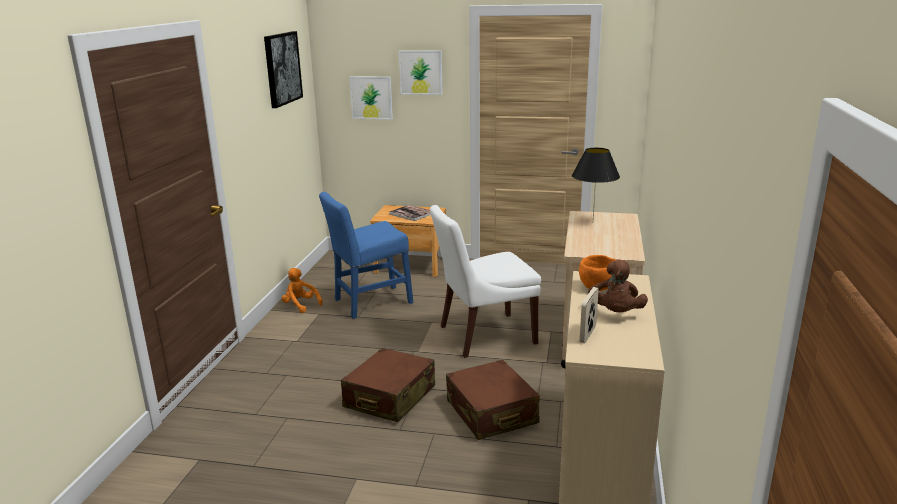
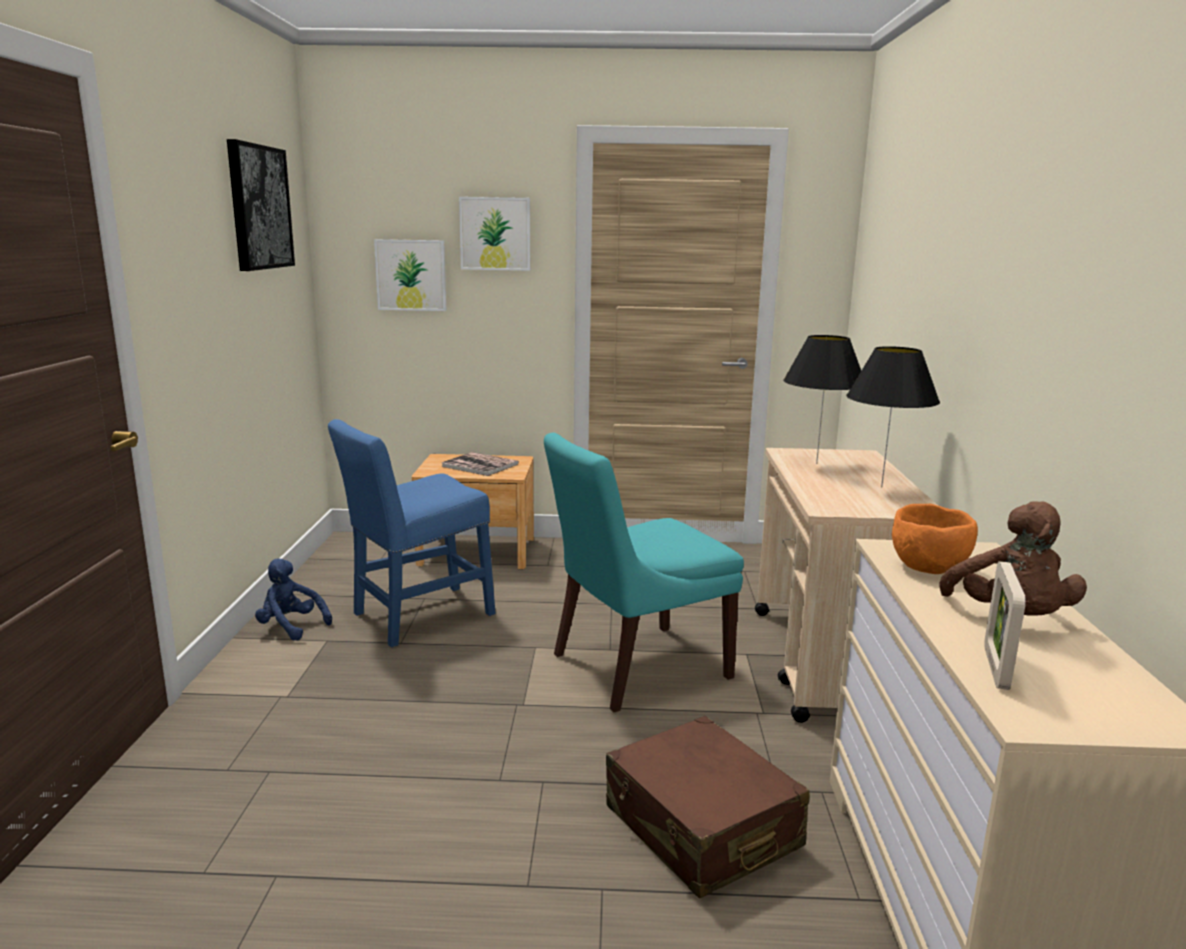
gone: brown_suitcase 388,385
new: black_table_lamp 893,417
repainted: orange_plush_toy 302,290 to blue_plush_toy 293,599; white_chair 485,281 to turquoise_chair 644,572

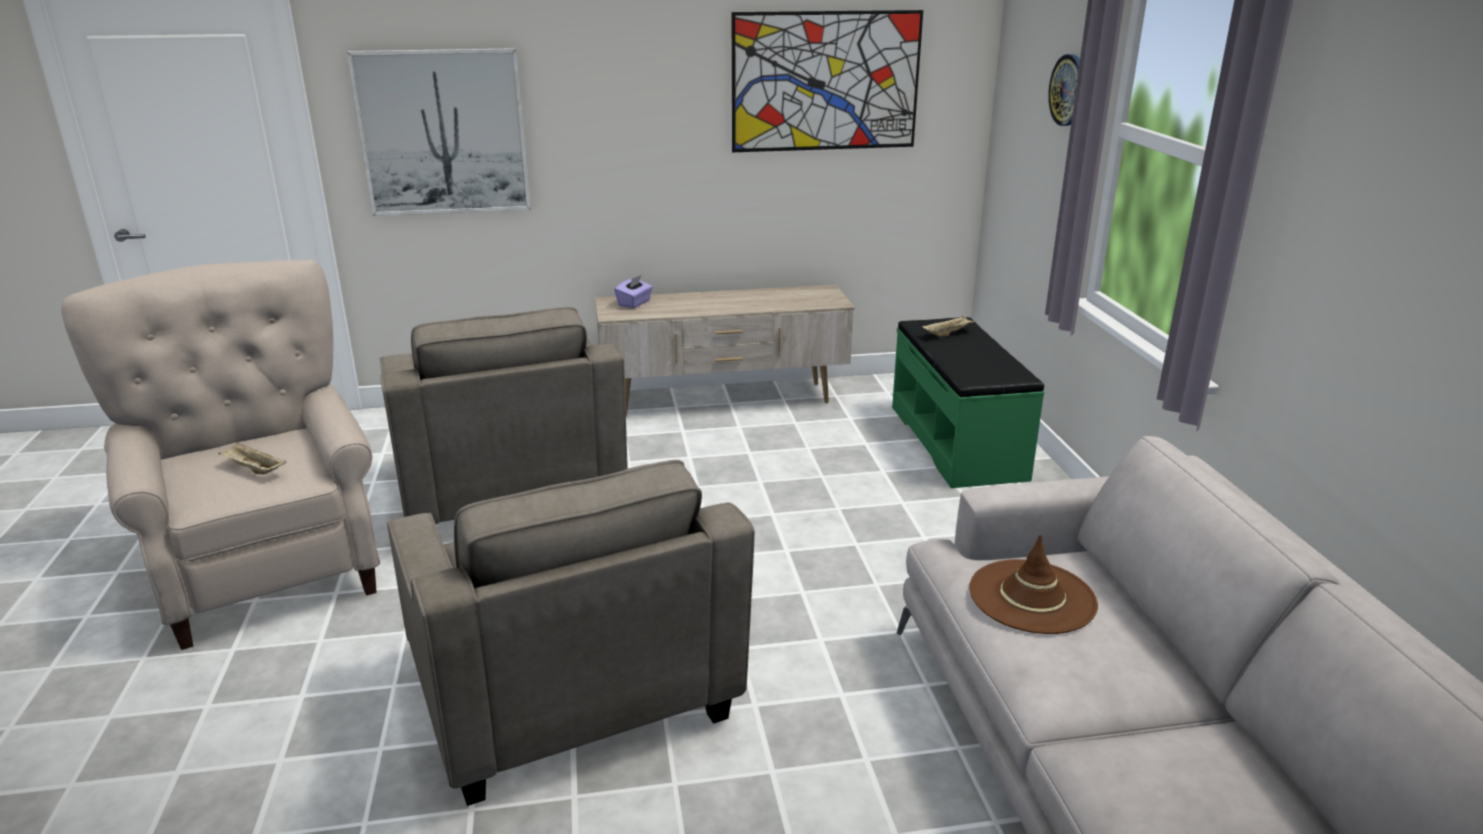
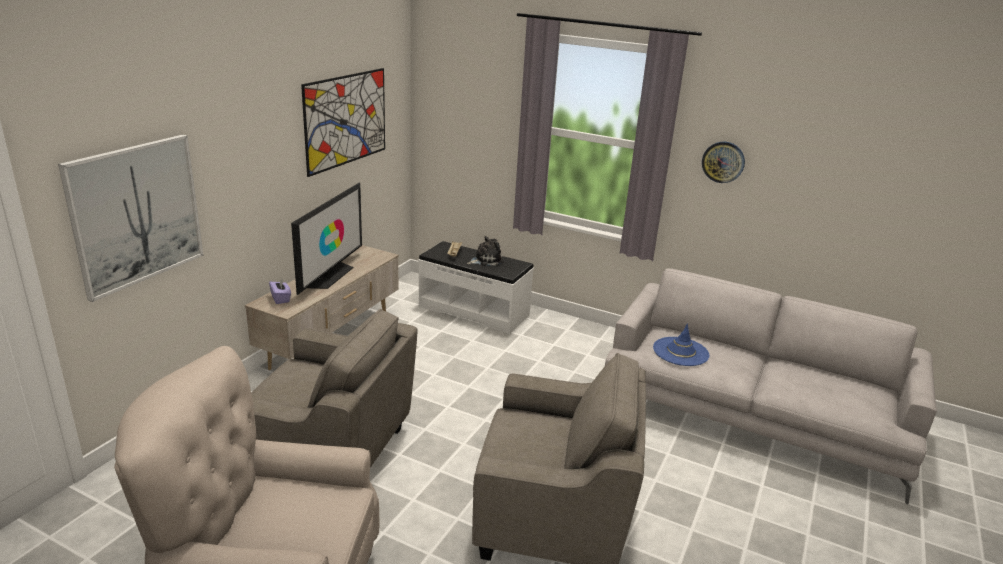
gone: beige_tray 253,458
new: television 326,239; plush_toy 485,251
shifted: wall_clock 1064,90 to 723,162
repainted: green_bench 968,402 to white_bench 476,287; brown_hat 1033,584 to blue_hat 681,344

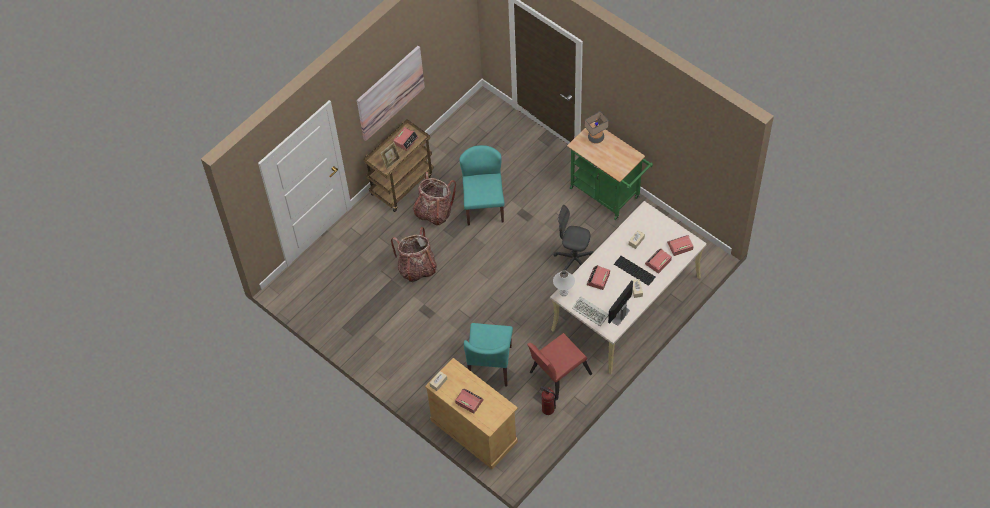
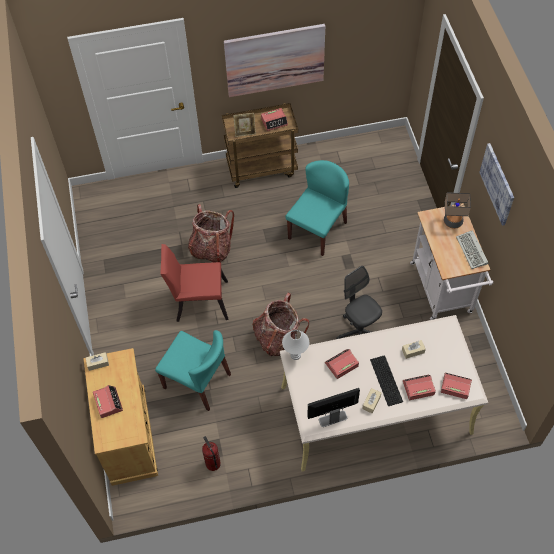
new: picture 496,184
shifted: backpack 434,198 to 280,324; red_chair 559,367 to 194,283; keyboard 590,311 to 472,249
repainted: green_cart 610,171 to white_cart 451,261
rotated: turquoise_chair 488,354 = 193,370 105 degrees counterclockwise

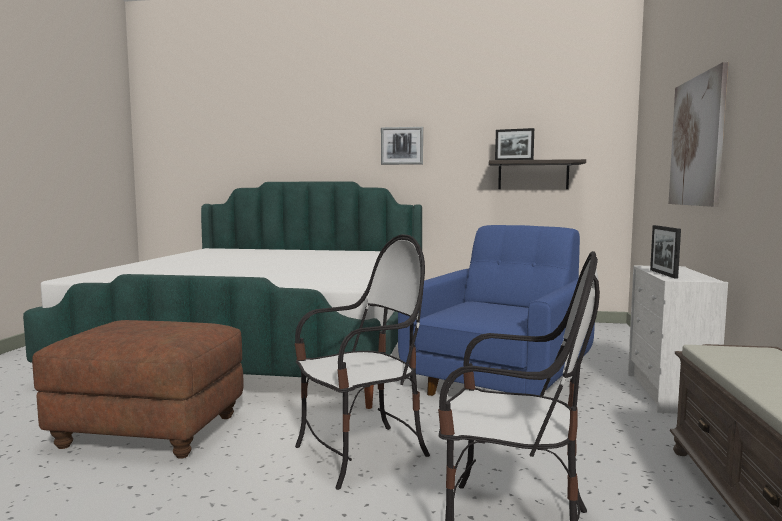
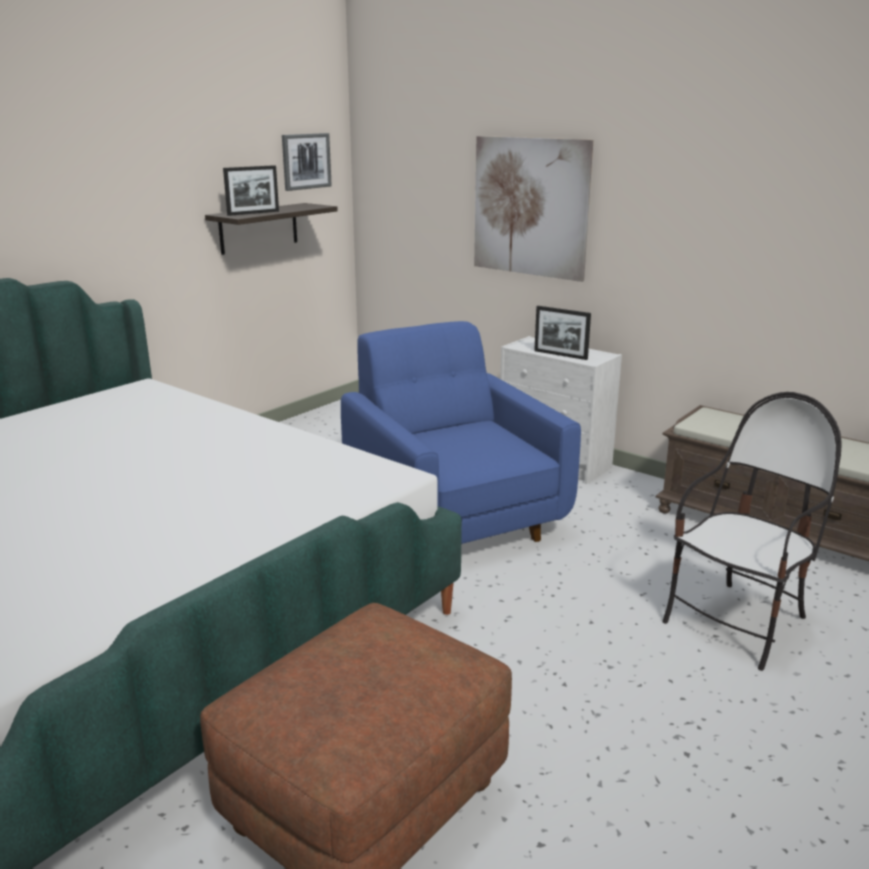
gone: chair 362,362
shifted: picture 402,146 to 307,162

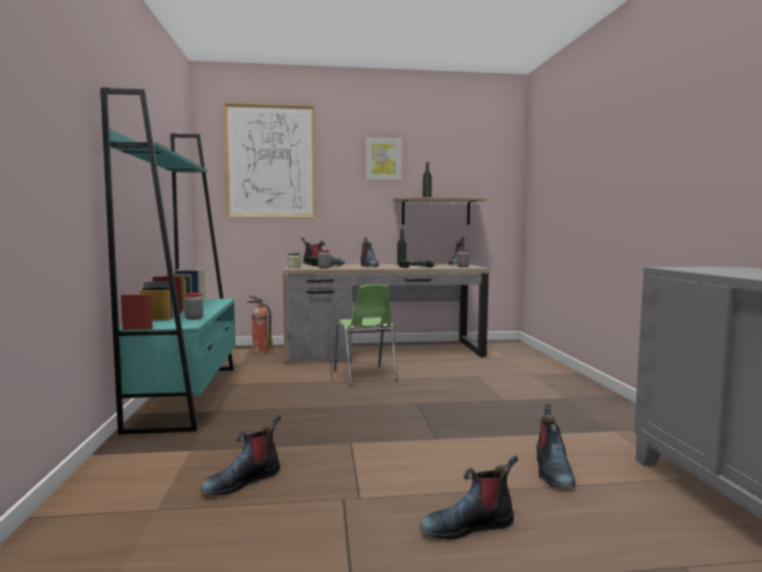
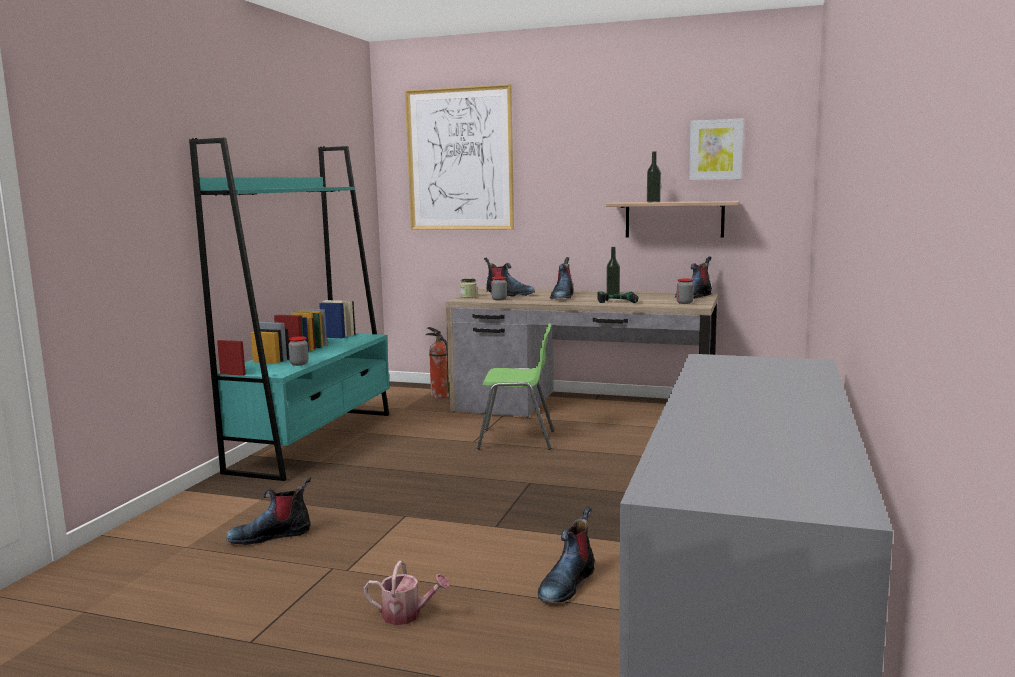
shifted: picture 384,159 to 716,149
swapped: boot 469,498 to watering_can 407,593
rotated: green_chair 366,335 = 515,386 90 degrees counterclockwise

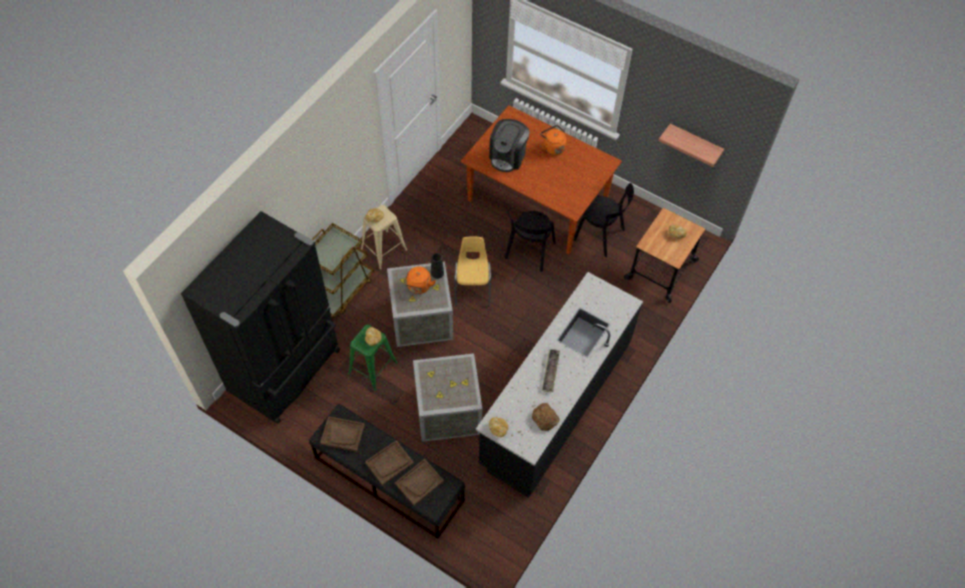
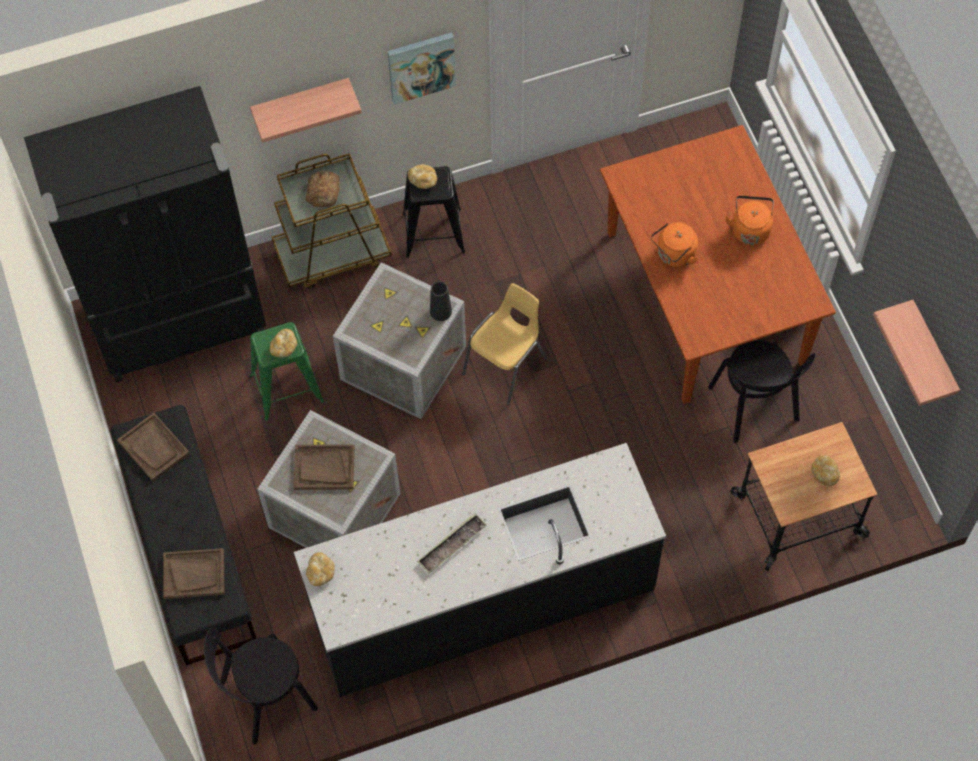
gone: coffee_machine 509,145
new: shelf 306,110; picture 422,68
shifted: brown_tray 389,463 to 324,467; orange_kettle 420,280 to 674,244; black_chair 530,241 to 261,686; bread 546,417 to 323,189
repainted: beige_stool 384,237 to black_stool 433,212

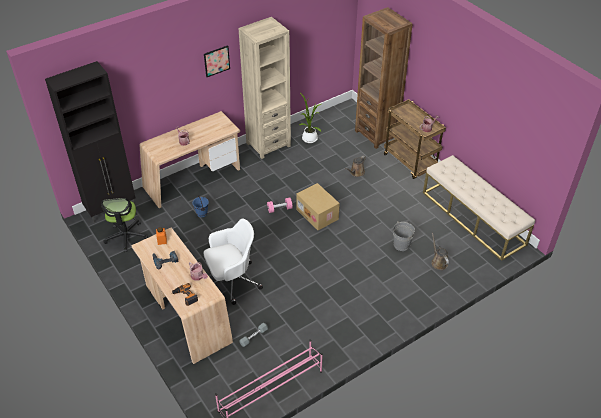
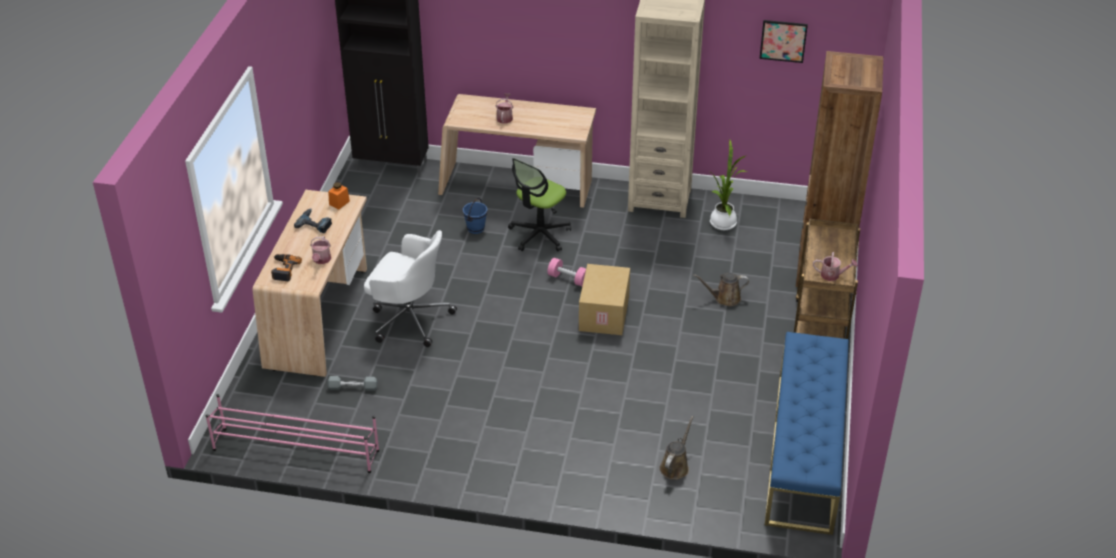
gone: grey_bucket 404,236
shifted: office_chair 124,225 to 539,204; picture 217,61 to 783,41
repainted: beige_bench 479,208 to blue_bench 807,433

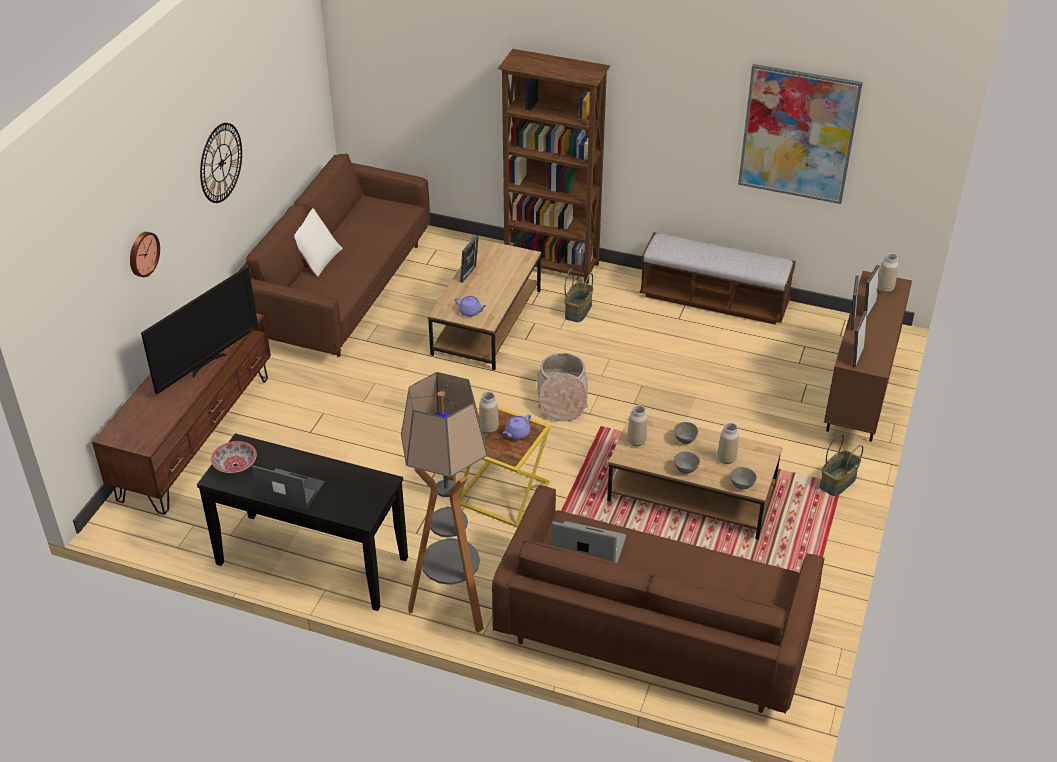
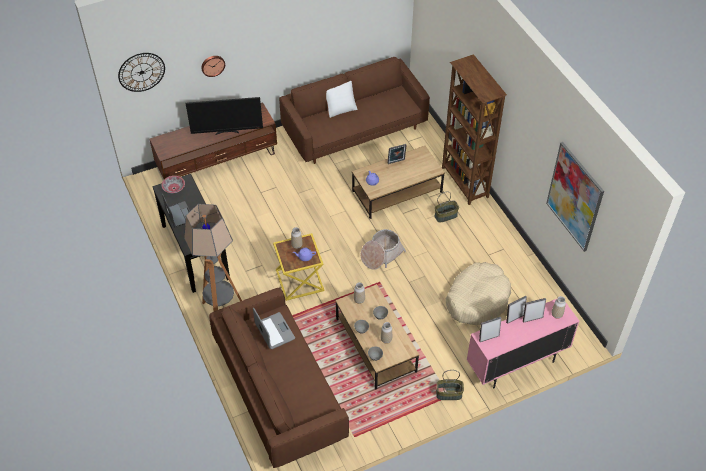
gone: bench 718,278
new: beige_dog_bed 478,293
shifted: wall_clock 221,163 to 141,72
repainted: brown_cabinet 868,356 to pink_cabinet 523,343

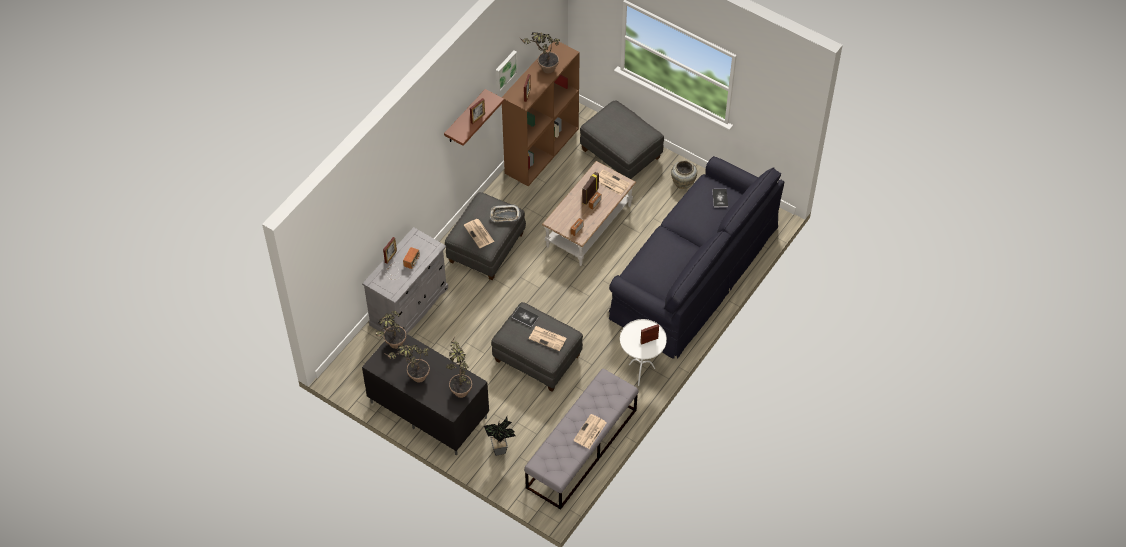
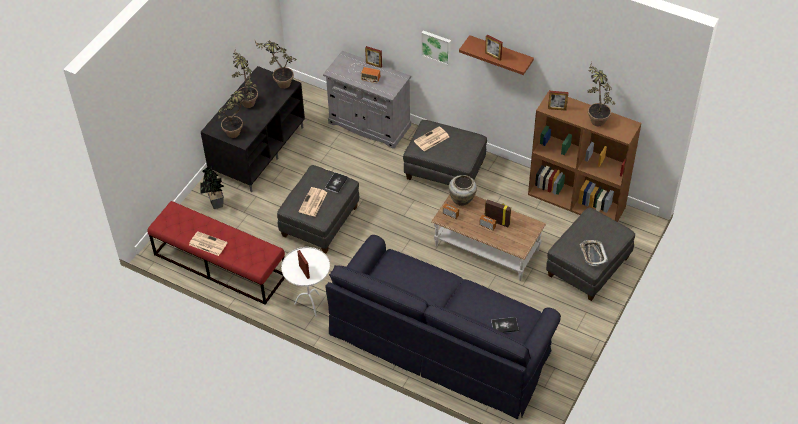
gone: newspaper 614,182
shifted: tray 505,213 to 594,253; picture 507,71 to 436,48; beige_vase 684,175 to 463,190
repainted: grey_bench 581,439 to red_bench 216,253

